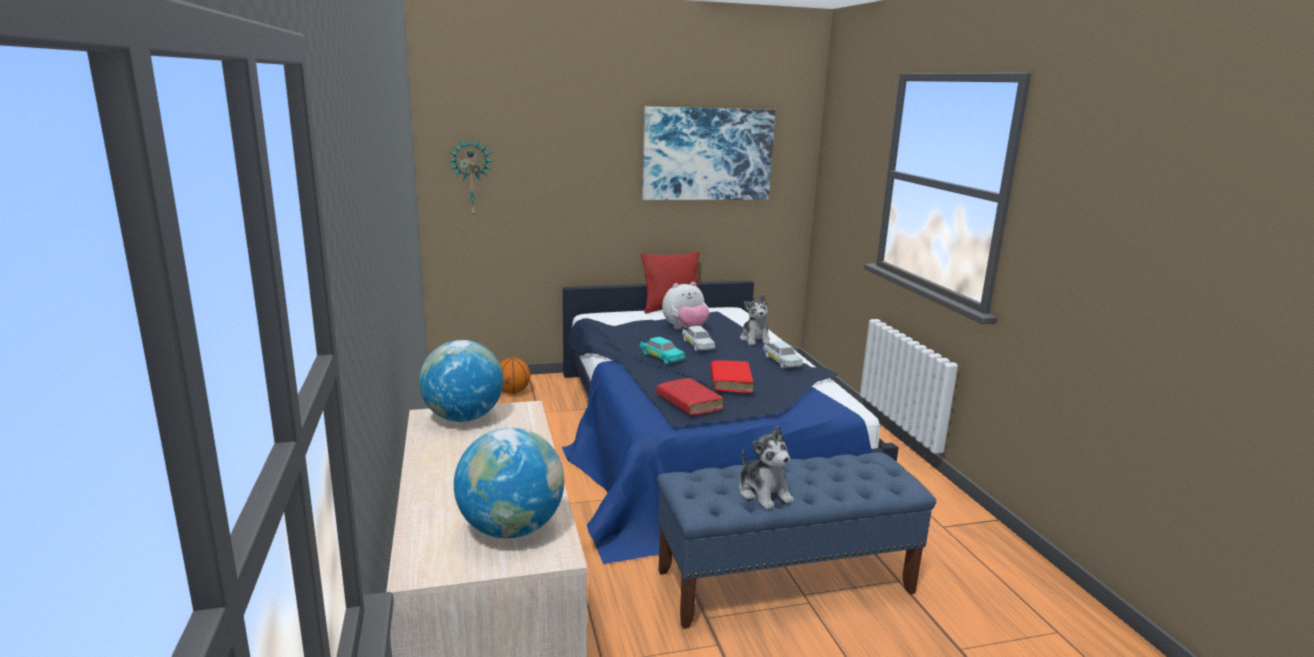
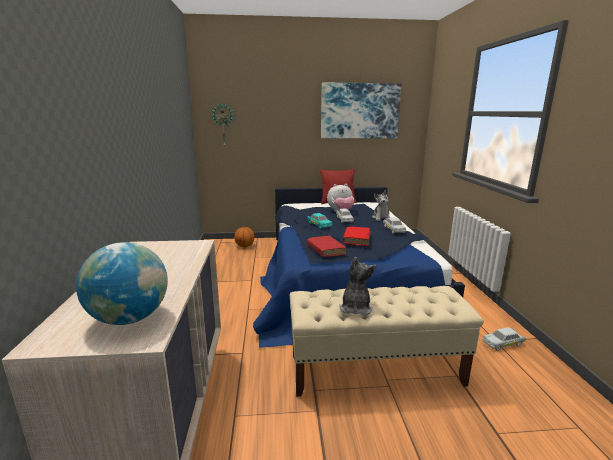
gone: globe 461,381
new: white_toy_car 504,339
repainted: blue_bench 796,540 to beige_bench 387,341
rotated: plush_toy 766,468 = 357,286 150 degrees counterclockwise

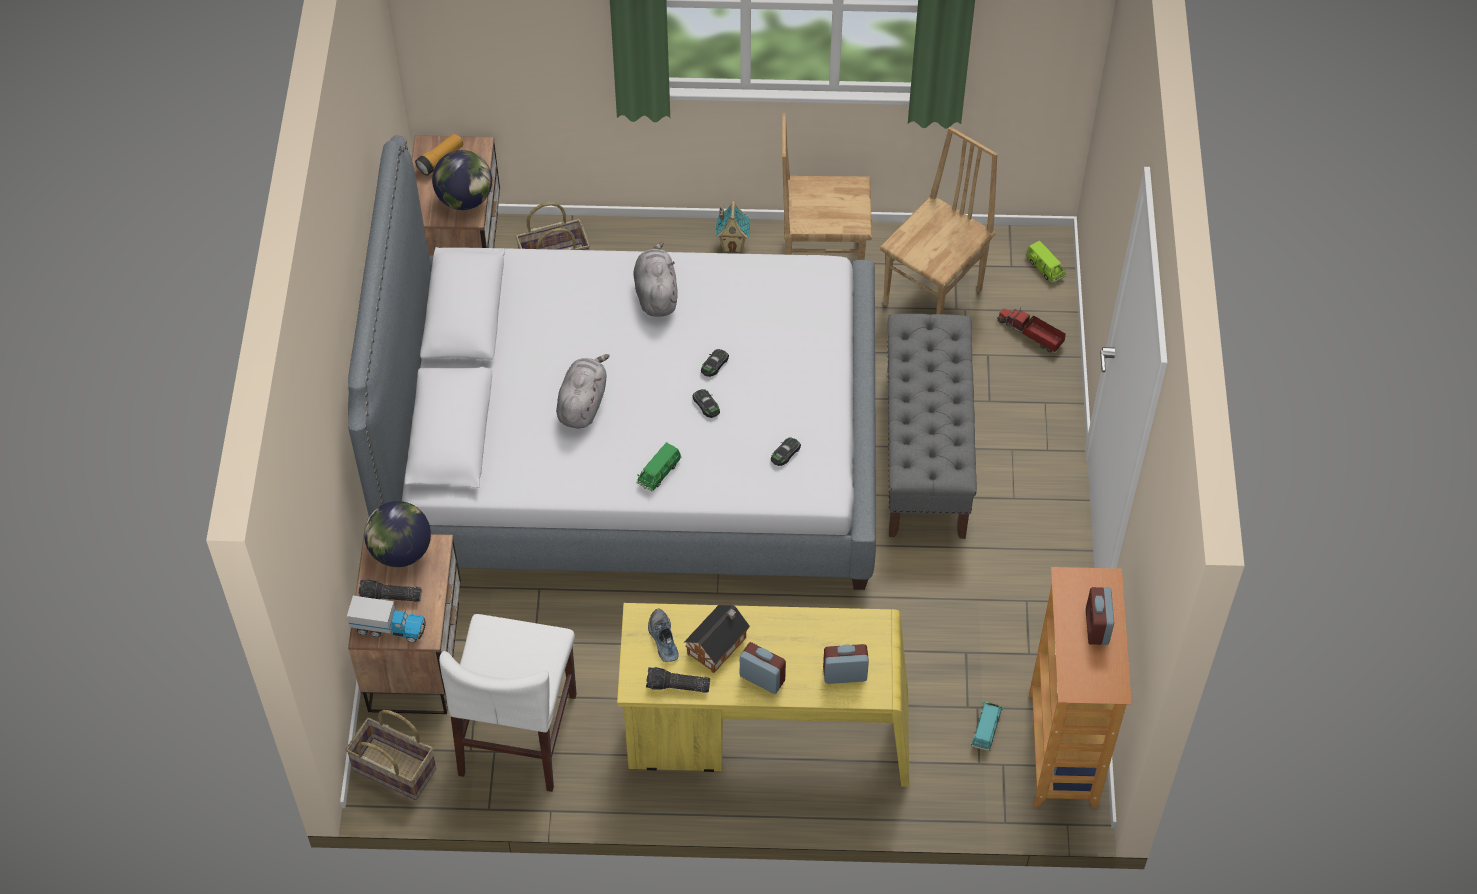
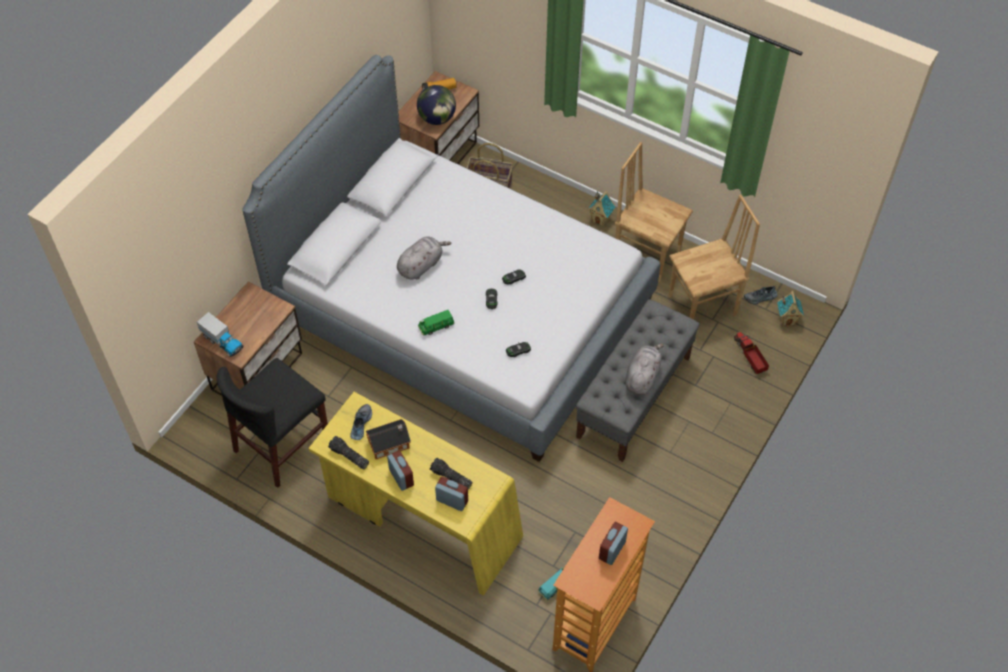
gone: basket 391,755; globe 397,534
new: shoe 761,295
shifted: flashlight 390,591 to 451,473; grey_plush_toy 655,279 to 644,369
swapped: green_toy_car 1046,262 to toy_house 790,308
repainted: white_chair 507,703 to black_chair 272,423

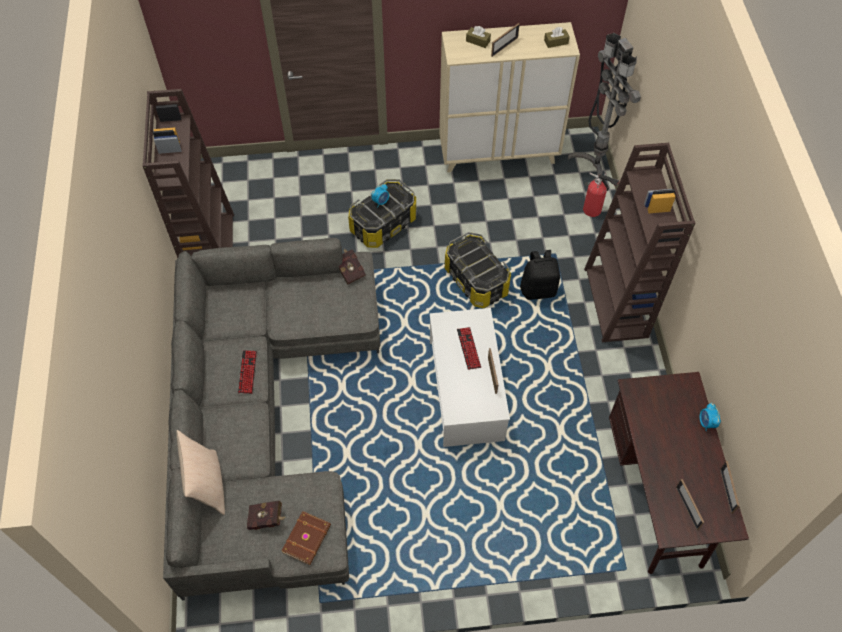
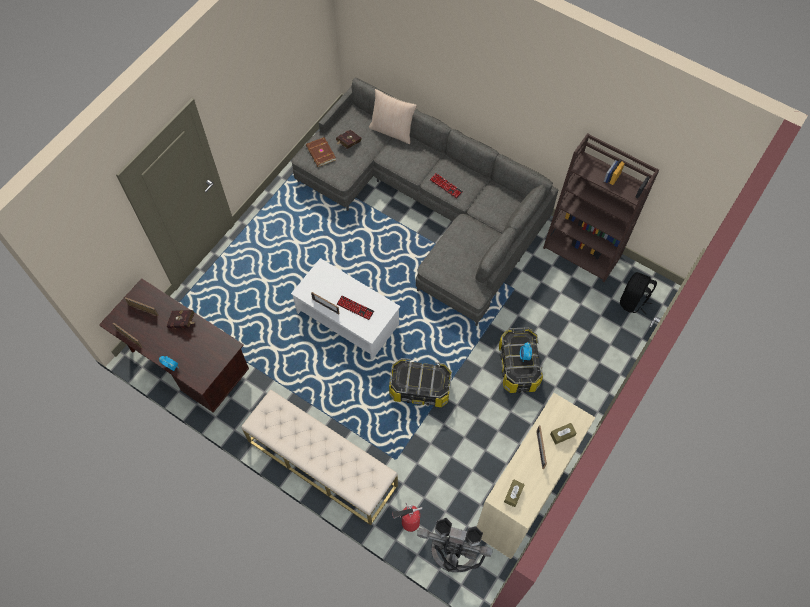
shifted: red_book 352,267 to 181,319; black_backpack 540,275 to 638,293
swapped: brown_bookcase 639,242 to beige_bench 319,457

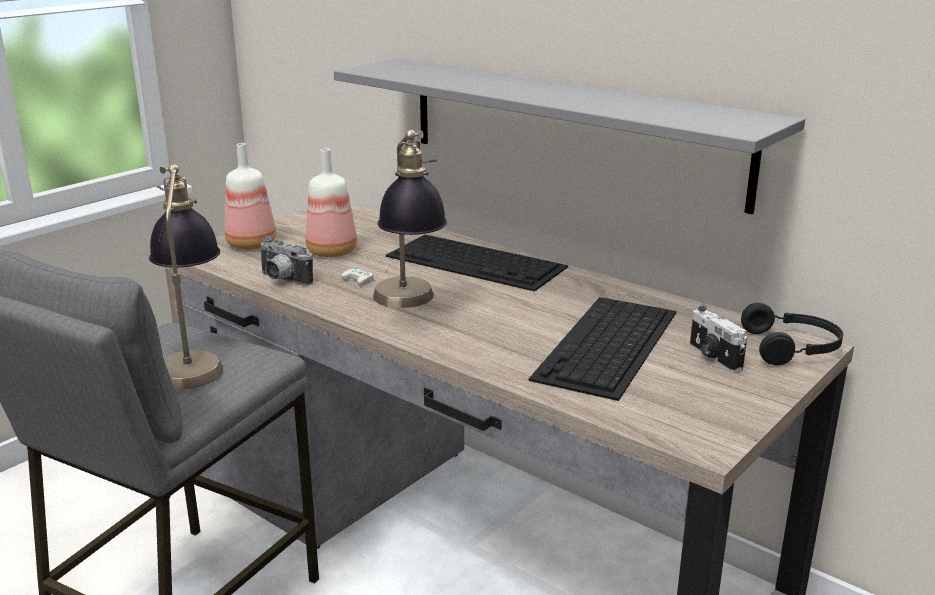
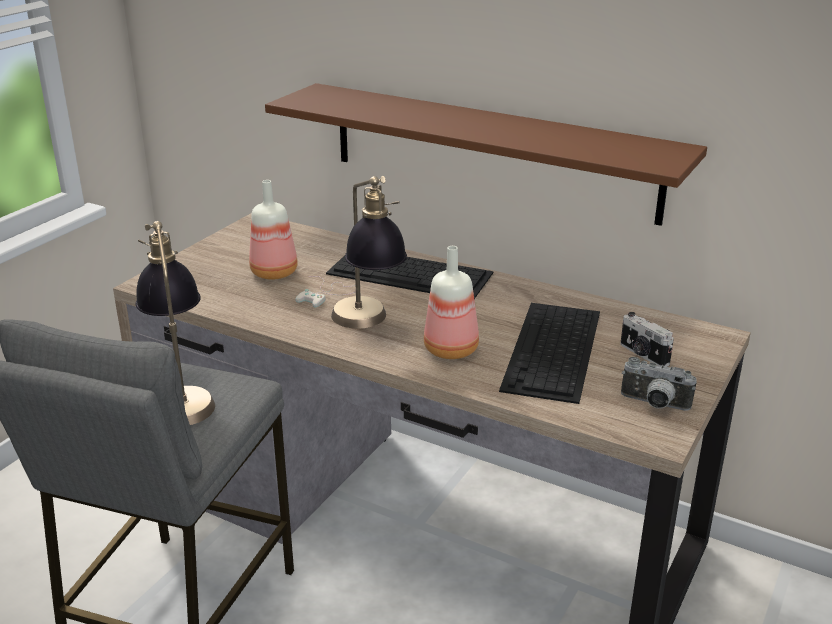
gone: black_headphones 792,334
shifted: bottle 250,196 to 451,302; photo_camera 286,261 to 659,384
repainted: grey_shelf 569,136 to brown_shelf 486,154

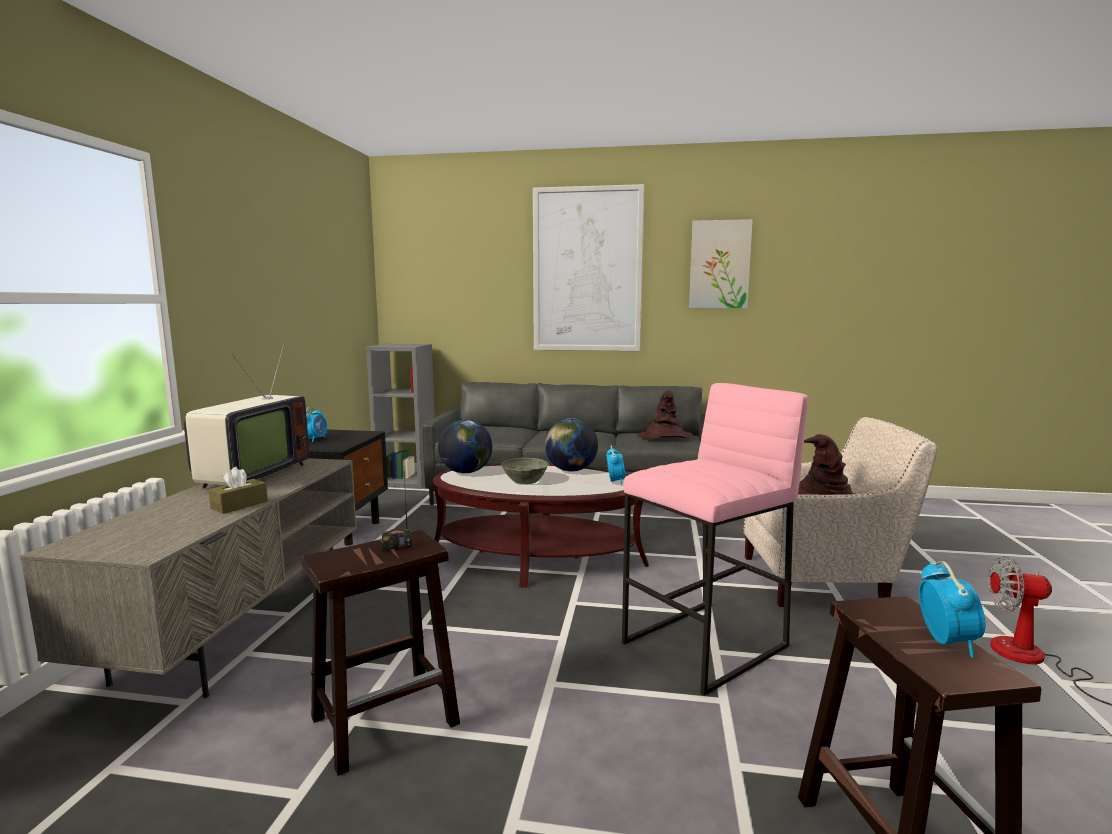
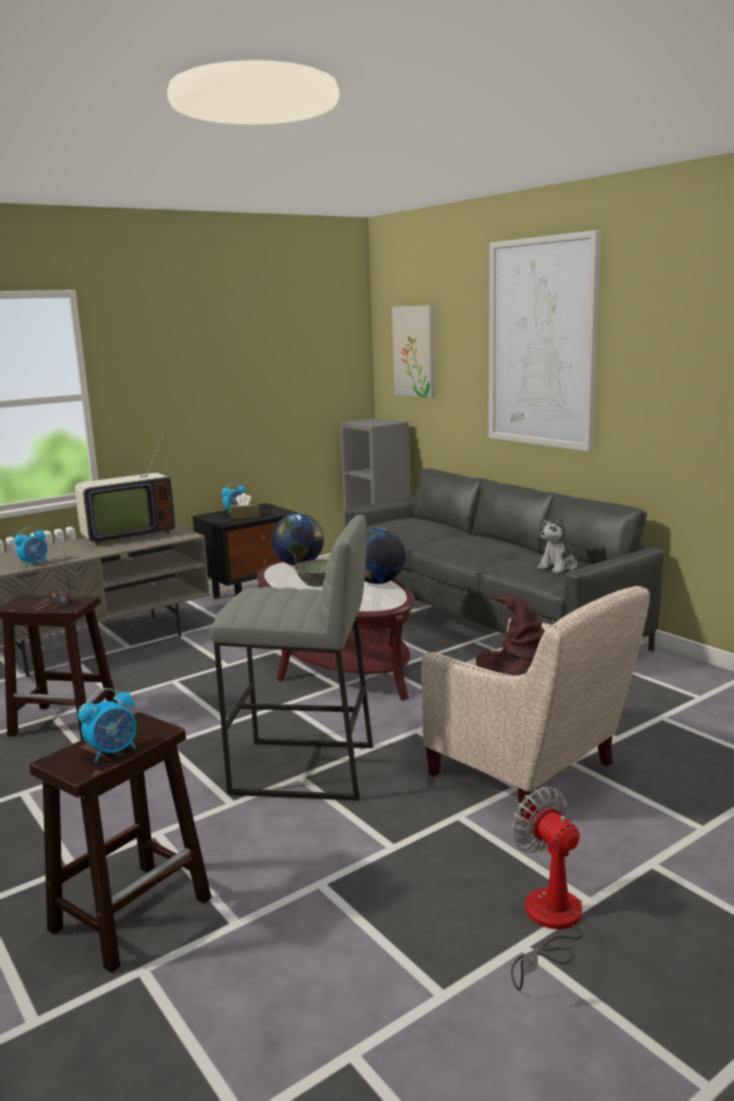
shifted: brown_tissue_box 238,490 to 245,506; alarm_clock 616,465 to 31,547; picture 721,263 to 413,351
swapped: brown_hat 665,415 to plush_toy 557,543
repainted: pink_stool 715,539 to grey_stool 291,658

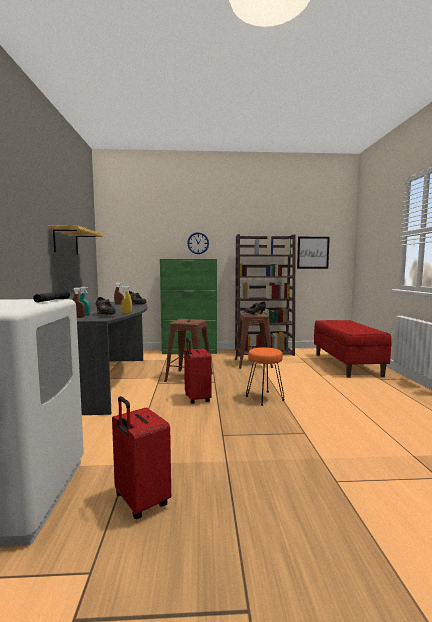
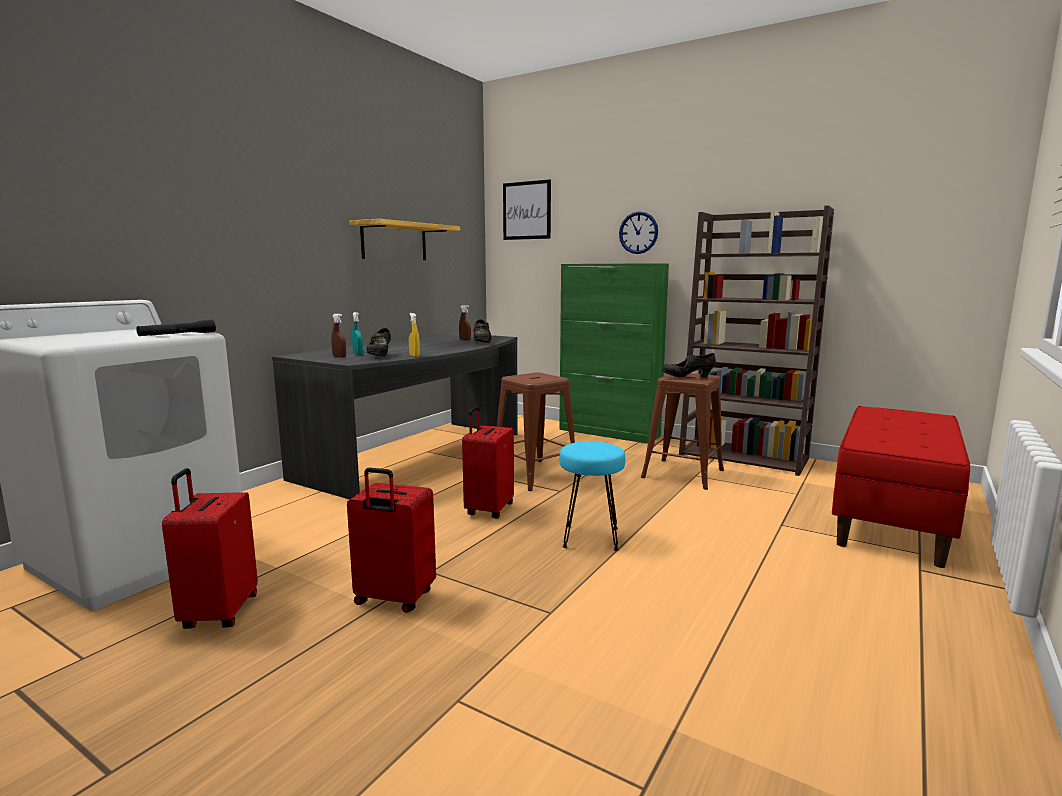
new: red_suitcase 391,540
shifted: picture 313,253 to 527,209
repainted: orange_stool 265,376 to turquoise_stool 592,496

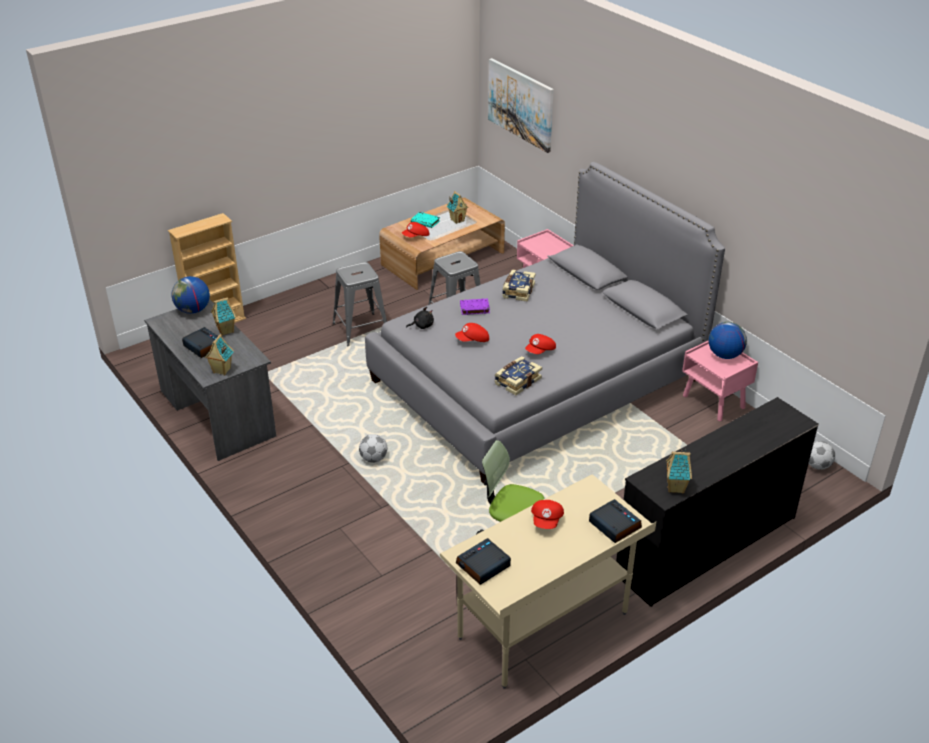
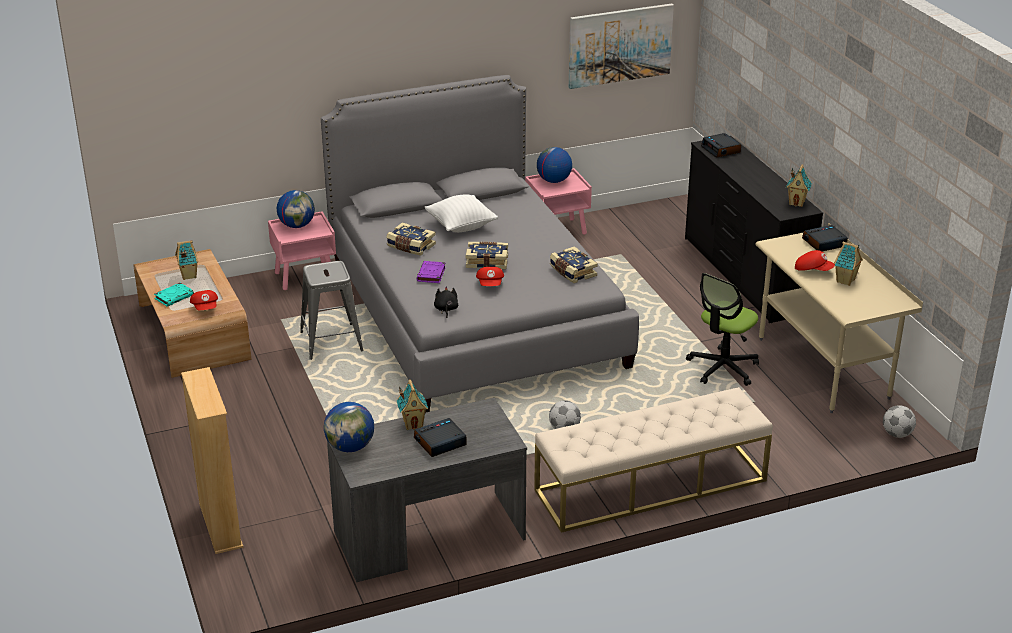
gone: grey_stool 360,304; red_cap 540,344
new: globe 296,209; white_pillow 461,213; book 487,255; beige_bench 653,460
shifted: toy_house 219,355 to 848,264; alarm_clock 483,561 to 721,145; picture 521,105 to 621,46; football 822,455 to 899,421

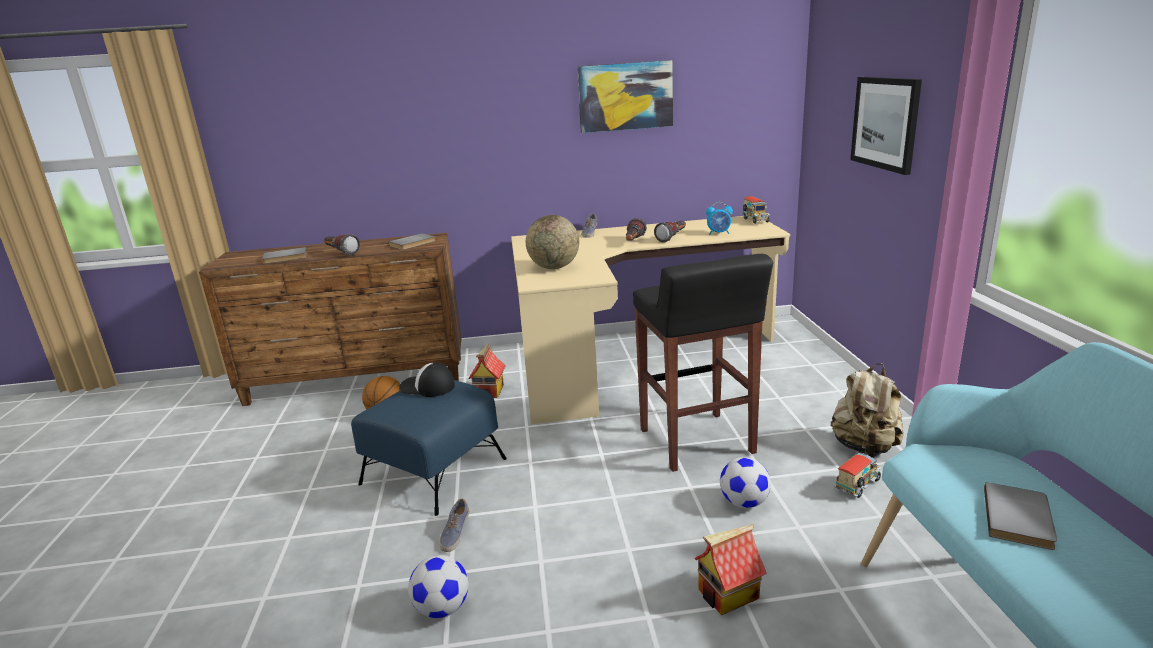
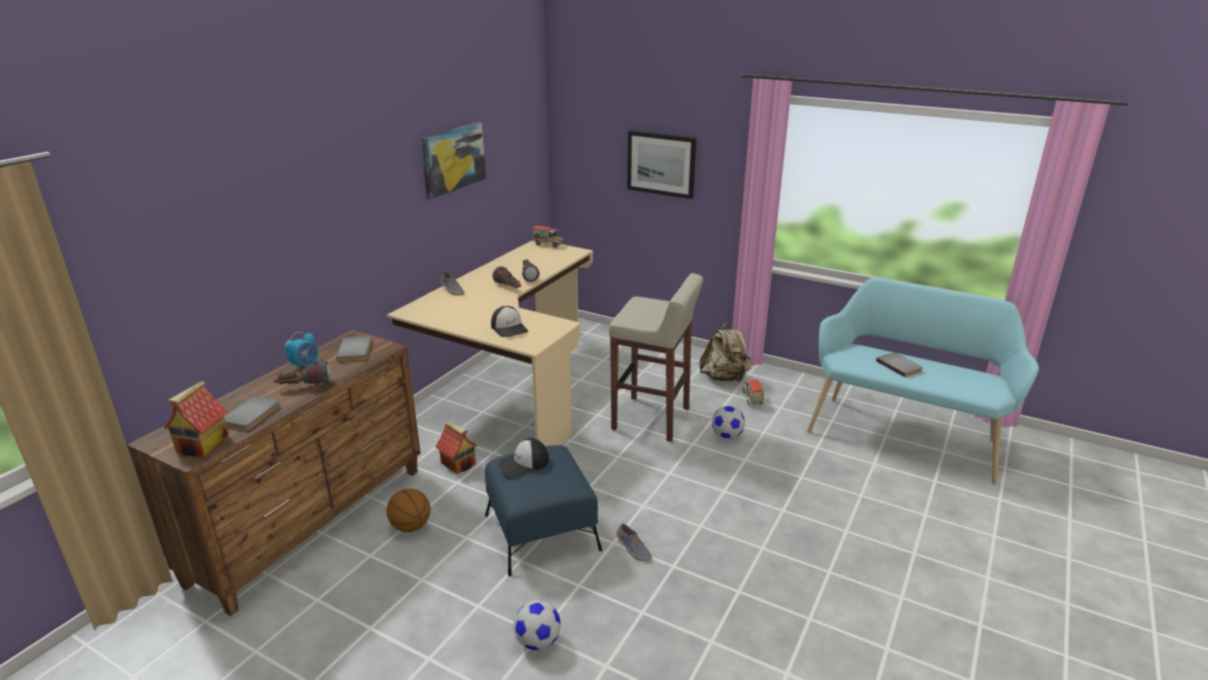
shifted: football 438,586 to 537,625; toy_house 730,569 to 196,419; alarm_clock 719,218 to 301,351
swapped: globe 552,242 to cap 509,321
repainted: black_stool 703,363 to beige_stool 656,357

